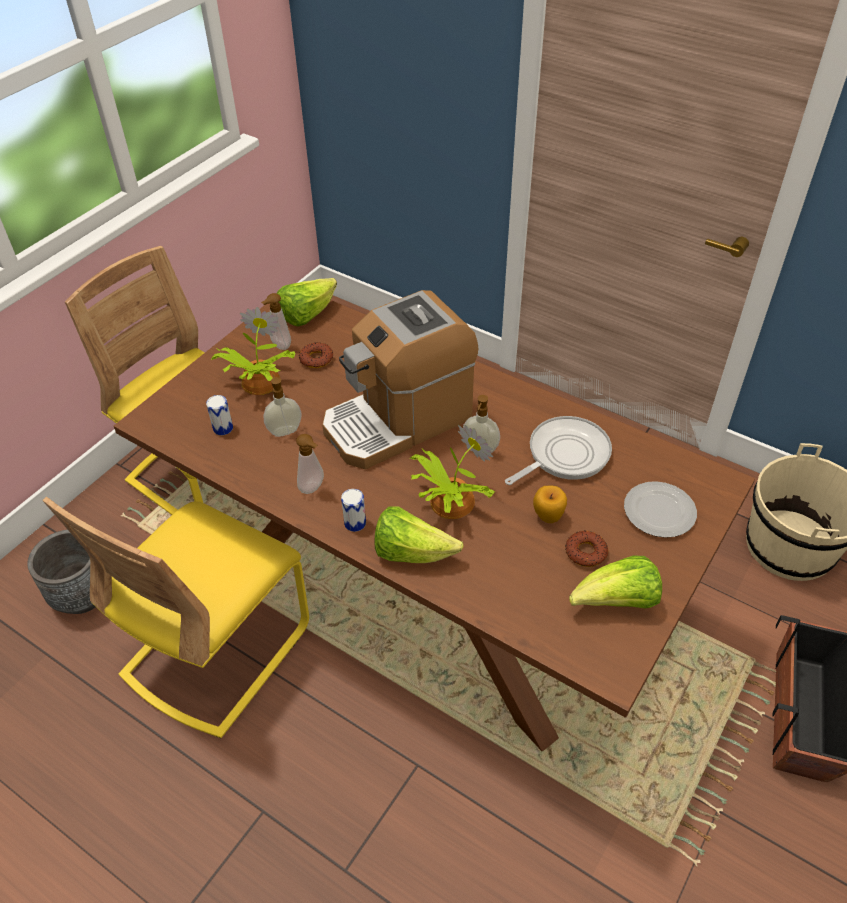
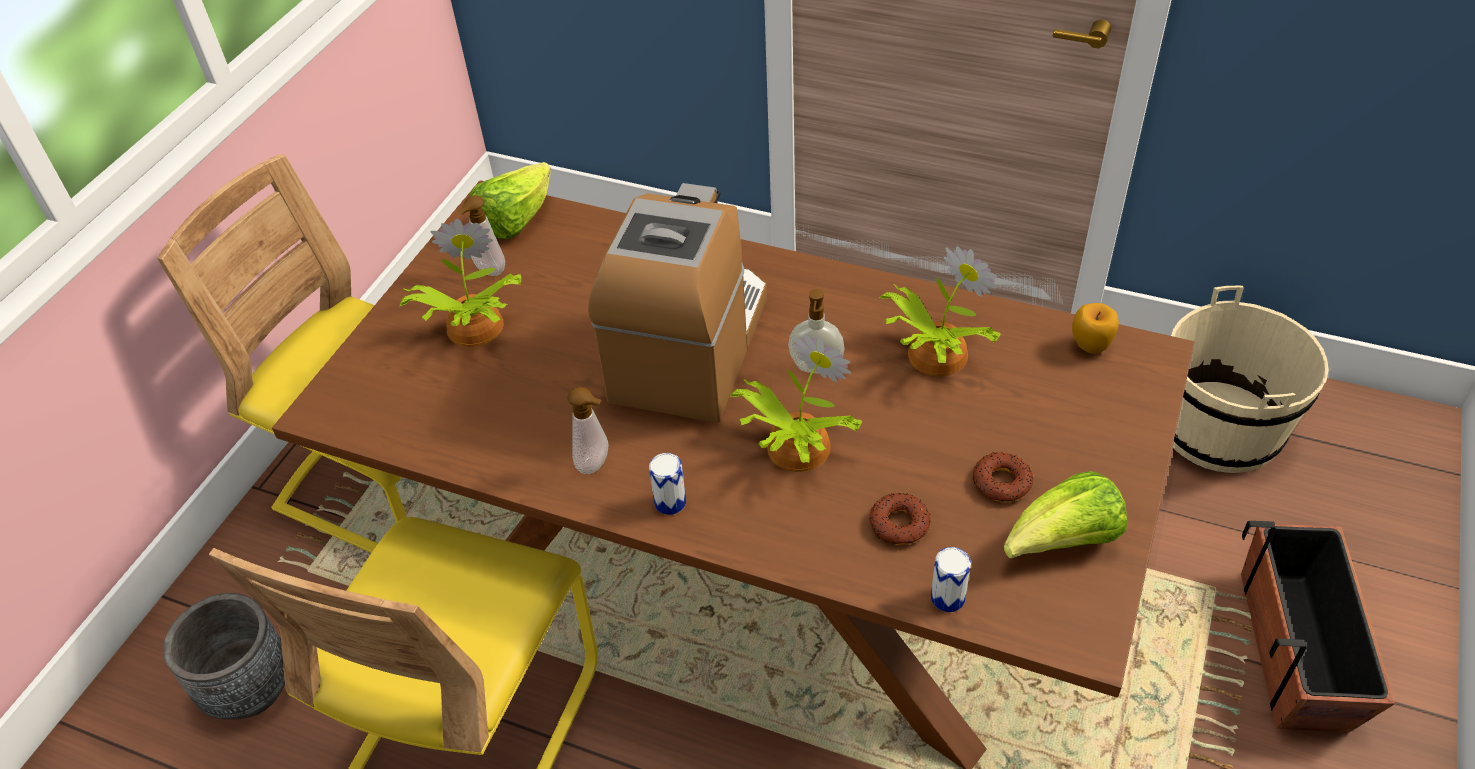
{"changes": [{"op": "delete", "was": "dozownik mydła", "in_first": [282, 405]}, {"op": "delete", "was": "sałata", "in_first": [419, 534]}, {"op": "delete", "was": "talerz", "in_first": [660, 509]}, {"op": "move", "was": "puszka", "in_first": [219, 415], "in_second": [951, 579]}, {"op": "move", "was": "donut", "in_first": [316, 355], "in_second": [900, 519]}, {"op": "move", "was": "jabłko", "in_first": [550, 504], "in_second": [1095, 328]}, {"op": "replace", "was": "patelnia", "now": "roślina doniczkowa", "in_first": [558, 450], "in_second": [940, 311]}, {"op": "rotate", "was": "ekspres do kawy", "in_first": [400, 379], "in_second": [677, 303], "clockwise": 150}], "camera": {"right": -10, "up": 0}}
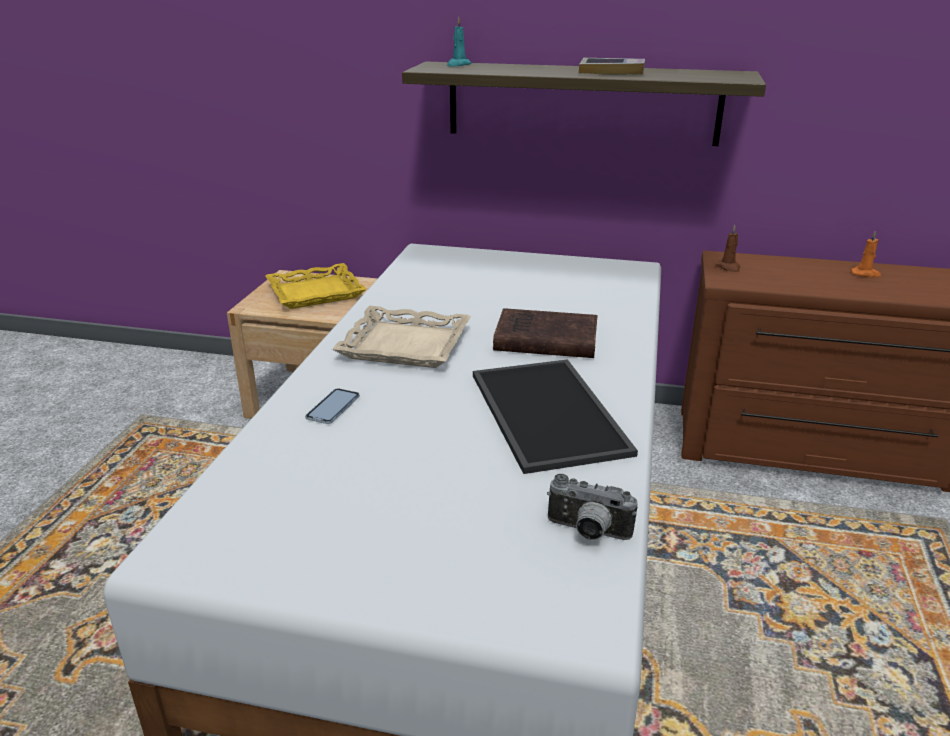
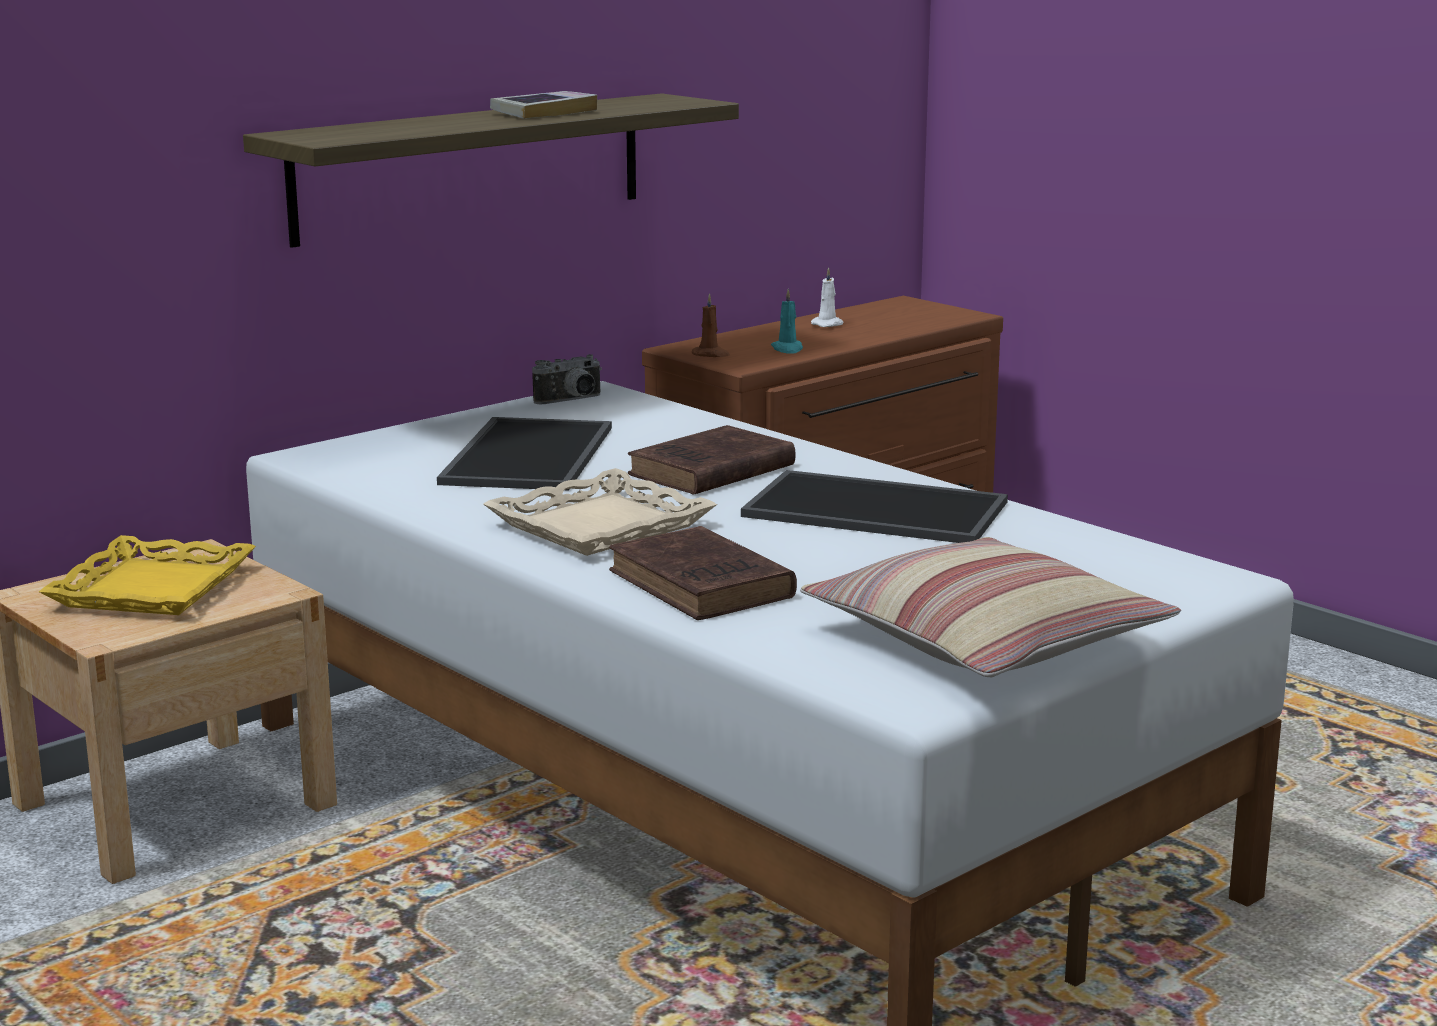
{"changes": [{"op": "insert", "now": "taca", "in_second": [524, 453]}, {"op": "insert", "now": "poduszka", "in_second": [990, 607]}, {"op": "move", "was": "świeca [turkusowy]", "in_first": [459, 42], "in_second": [787, 321]}, {"op": "move", "was": "aparat fotograficzny", "in_first": [592, 507], "in_second": [567, 379]}, {"op": "replace", "was": "telefon", "now": "książka [brązowy]", "in_first": [332, 406], "in_second": [703, 573]}, {"op": "recolor", "was": "świeca [pomarańczowy]", "now": "świeca [biały]", "in_first": [866, 253], "in_second": [827, 297]}], "camera": {"right": -55, "up": -10}}
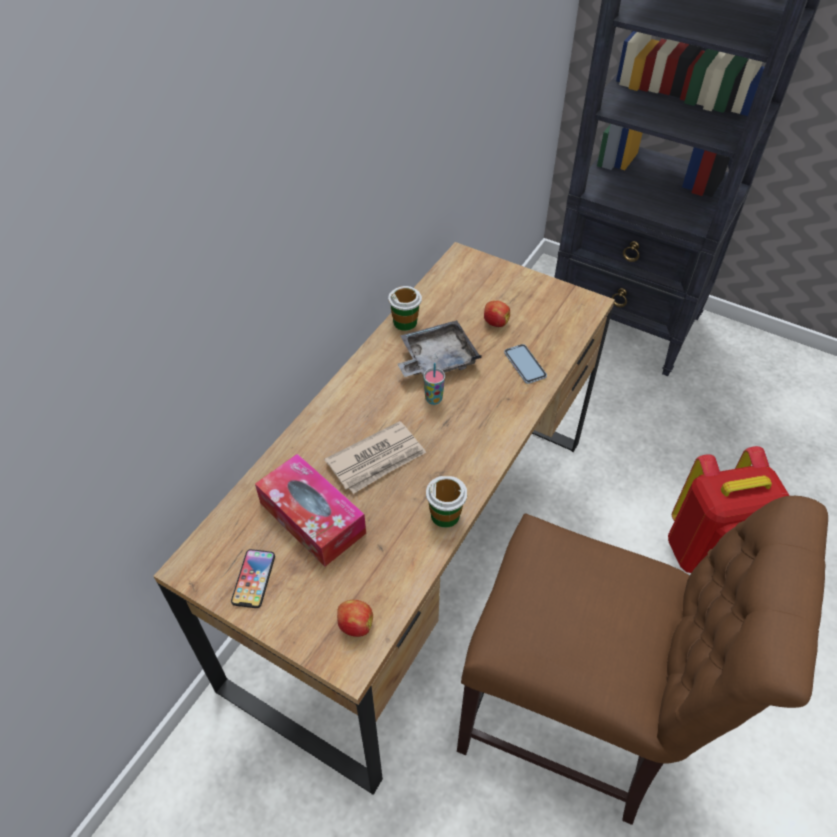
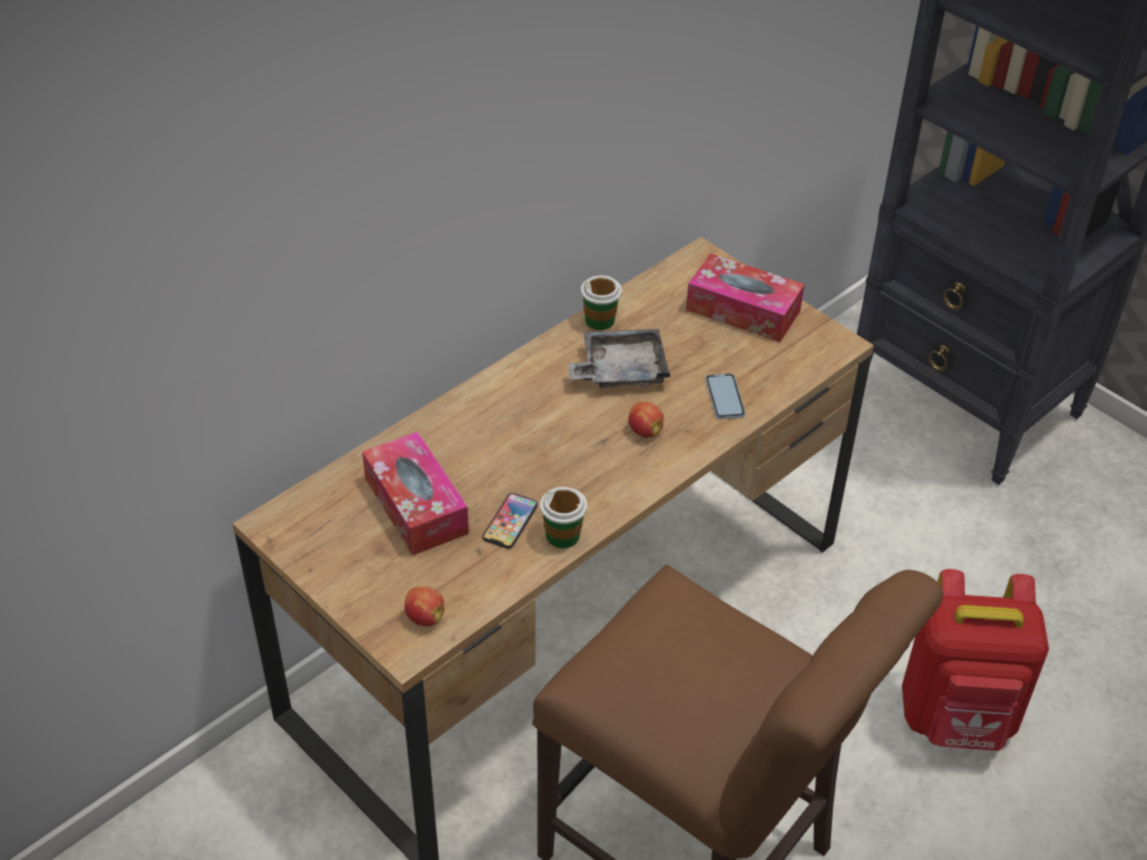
{"changes": [{"op": "delete", "was": "gazeta", "in_first": [375, 457]}, {"op": "delete", "was": "filiżanka", "in_first": [434, 384]}, {"op": "insert", "now": "pudełko chusteczek", "in_second": [745, 297]}, {"op": "move", "was": "telefon", "in_first": [253, 578], "in_second": [510, 521]}, {"op": "move", "was": "jabłko", "in_first": [497, 313], "in_second": [646, 419]}], "camera": {"right": 15, "up": -5}}
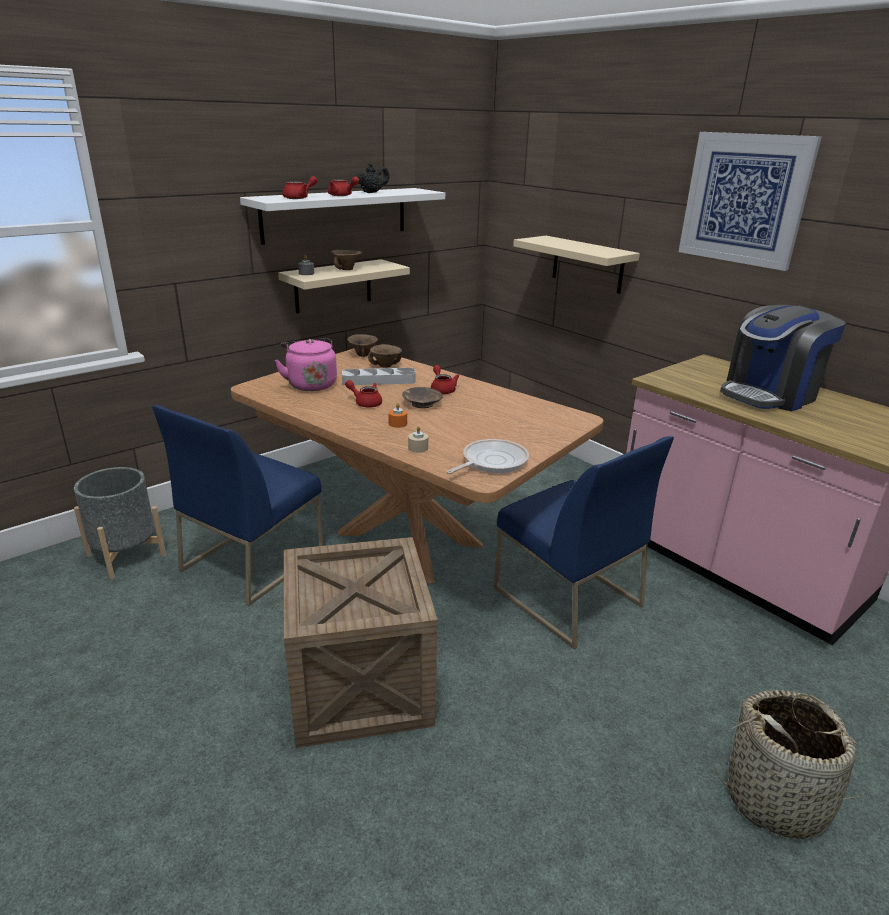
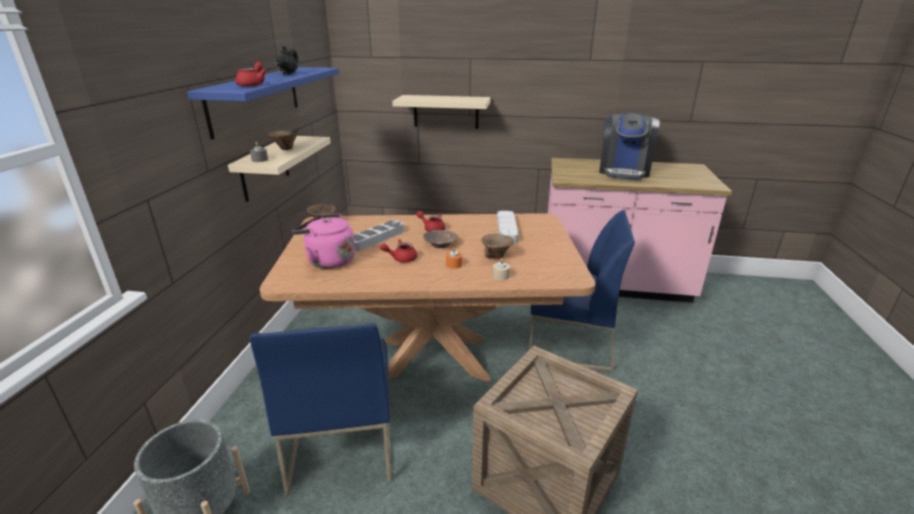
{"changes": [{"op": "delete", "was": "imbryk [czerwony]", "in_first": [343, 186]}, {"op": "delete", "was": "patelnia", "in_first": [487, 456]}, {"op": "delete", "was": "obraz", "in_first": [750, 201]}, {"op": "delete", "was": "koszyk", "in_first": [794, 764]}, {"op": "insert", "now": "taca [szary]", "in_second": [508, 227]}, {"op": "move", "was": "miska [brązowy]", "in_first": [385, 356], "in_second": [498, 246]}, {"op": "recolor", "was": "półka [biały]", "now": "półka [niebieski]", "in_first": [342, 216], "in_second": [263, 103]}], "camera": {"right": -40, "up": 0}}
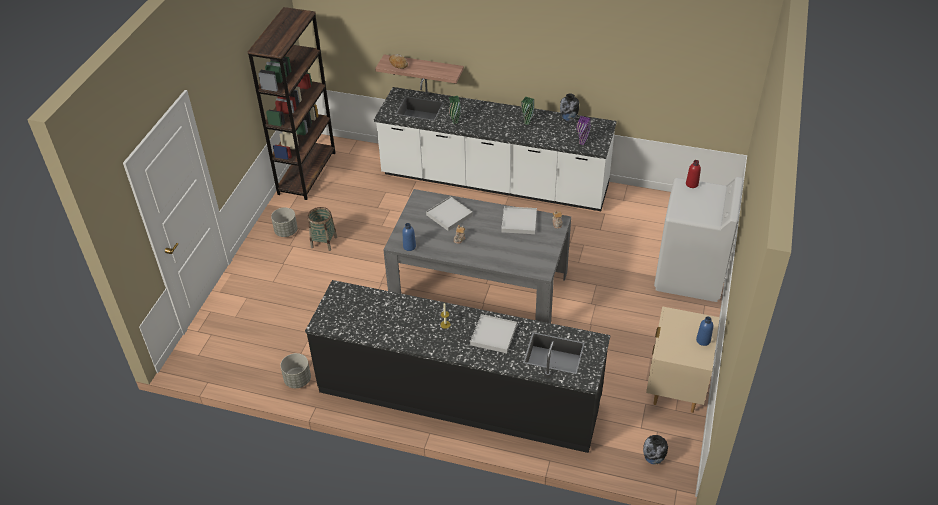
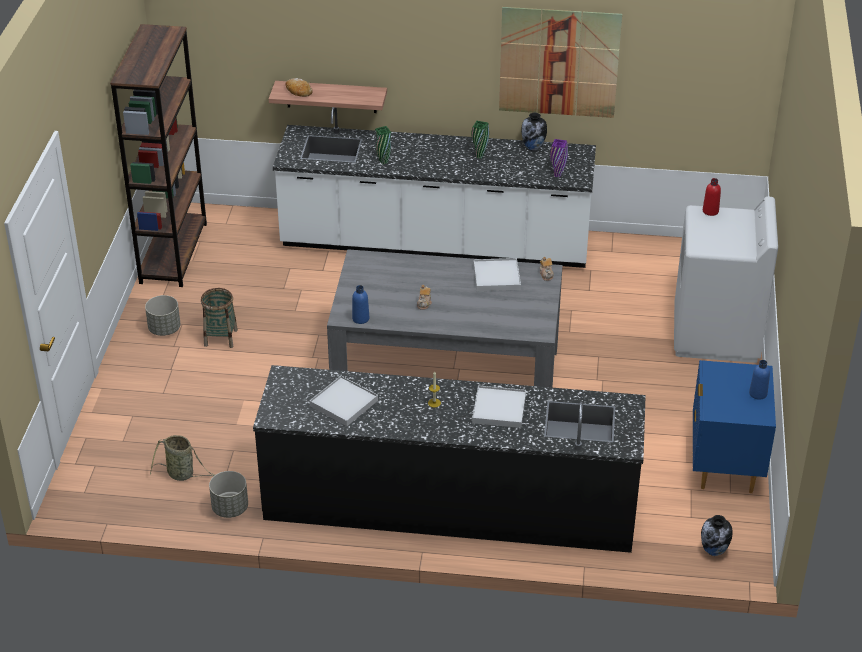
{"changes": [{"op": "insert", "now": "koszyk", "in_second": [182, 458]}, {"op": "insert", "now": "obraz", "in_second": [560, 62]}, {"op": "move", "was": "taca [biały]", "in_first": [449, 213], "in_second": [344, 401]}, {"op": "recolor", "was": "szafka nocna [beżowy]", "now": "szafka nocna [niebieski]", "in_first": [683, 359], "in_second": [734, 426]}], "camera": {"right": -10, "up": -5}}
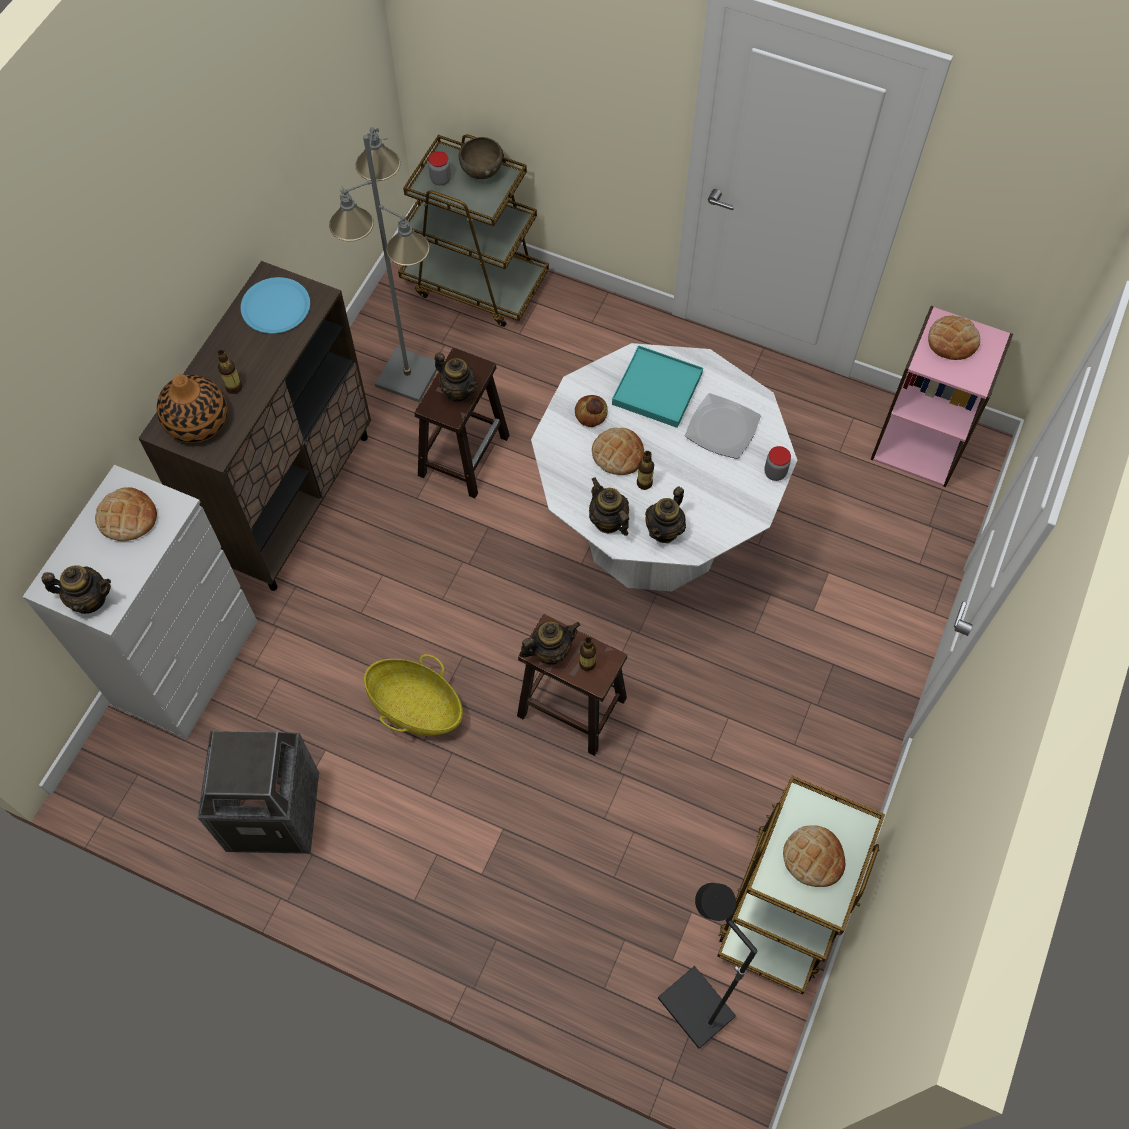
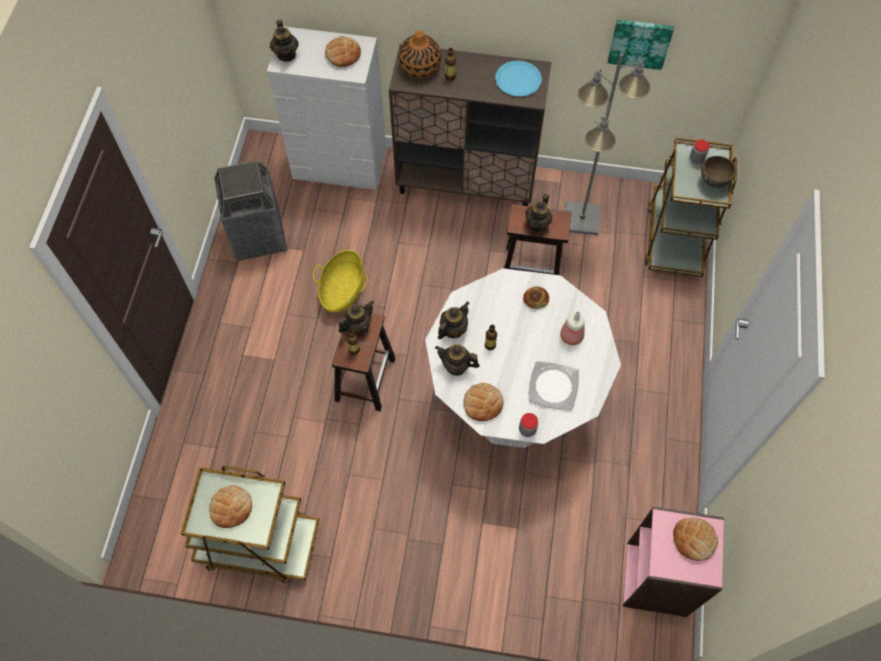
{"changes": [{"op": "delete", "was": "lampa stojąca [czarny]", "in_first": [708, 966]}, {"op": "insert", "now": "obraz", "in_second": [641, 44]}, {"op": "move", "was": "chleb", "in_first": [618, 451], "in_second": [484, 402]}, {"op": "replace", "was": "taca [turkusowy]", "now": "butelka", "in_first": [657, 386], "in_second": [572, 328]}, {"op": "rotate", "was": "imbryk", "in_first": [549, 643], "in_second": [356, 317], "clockwise": -90}], "camera": {"right": 75, "up": 0}}
